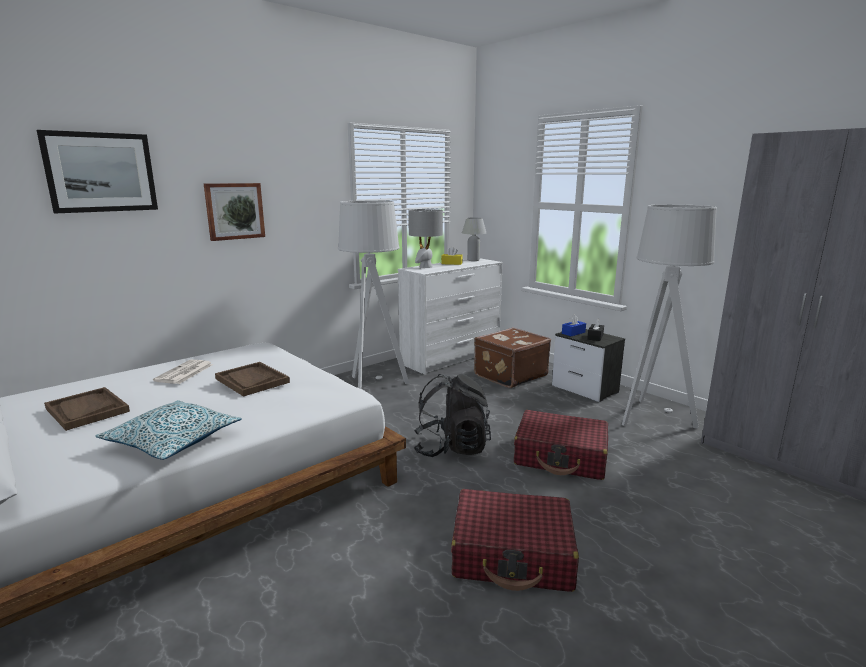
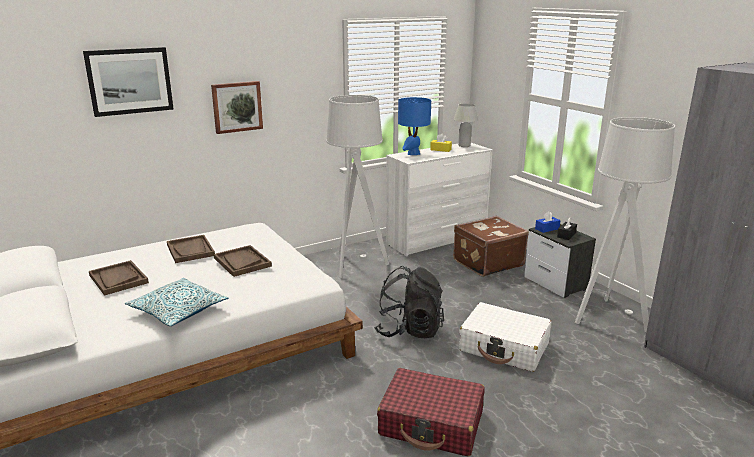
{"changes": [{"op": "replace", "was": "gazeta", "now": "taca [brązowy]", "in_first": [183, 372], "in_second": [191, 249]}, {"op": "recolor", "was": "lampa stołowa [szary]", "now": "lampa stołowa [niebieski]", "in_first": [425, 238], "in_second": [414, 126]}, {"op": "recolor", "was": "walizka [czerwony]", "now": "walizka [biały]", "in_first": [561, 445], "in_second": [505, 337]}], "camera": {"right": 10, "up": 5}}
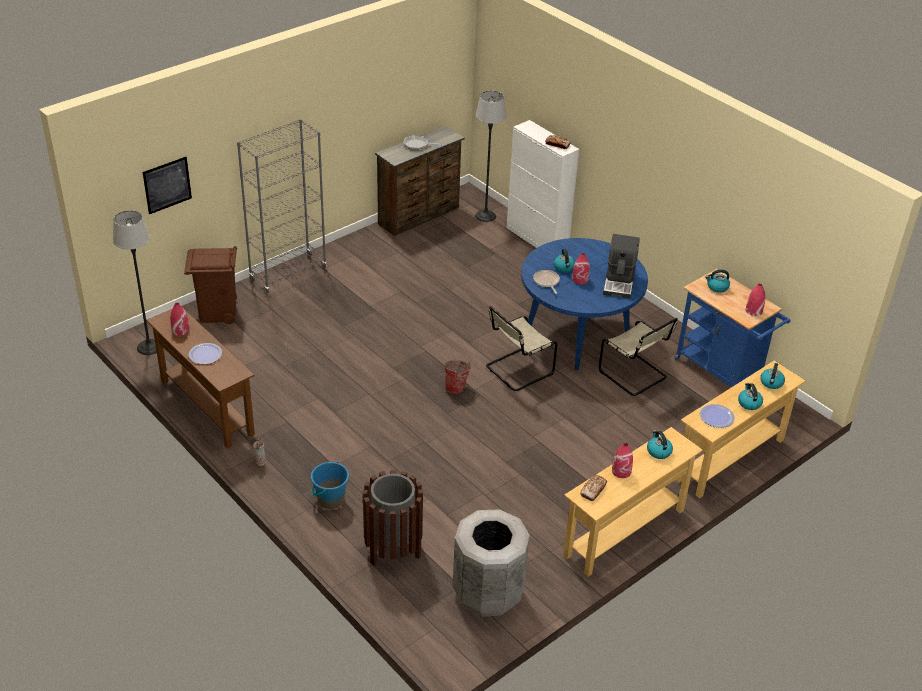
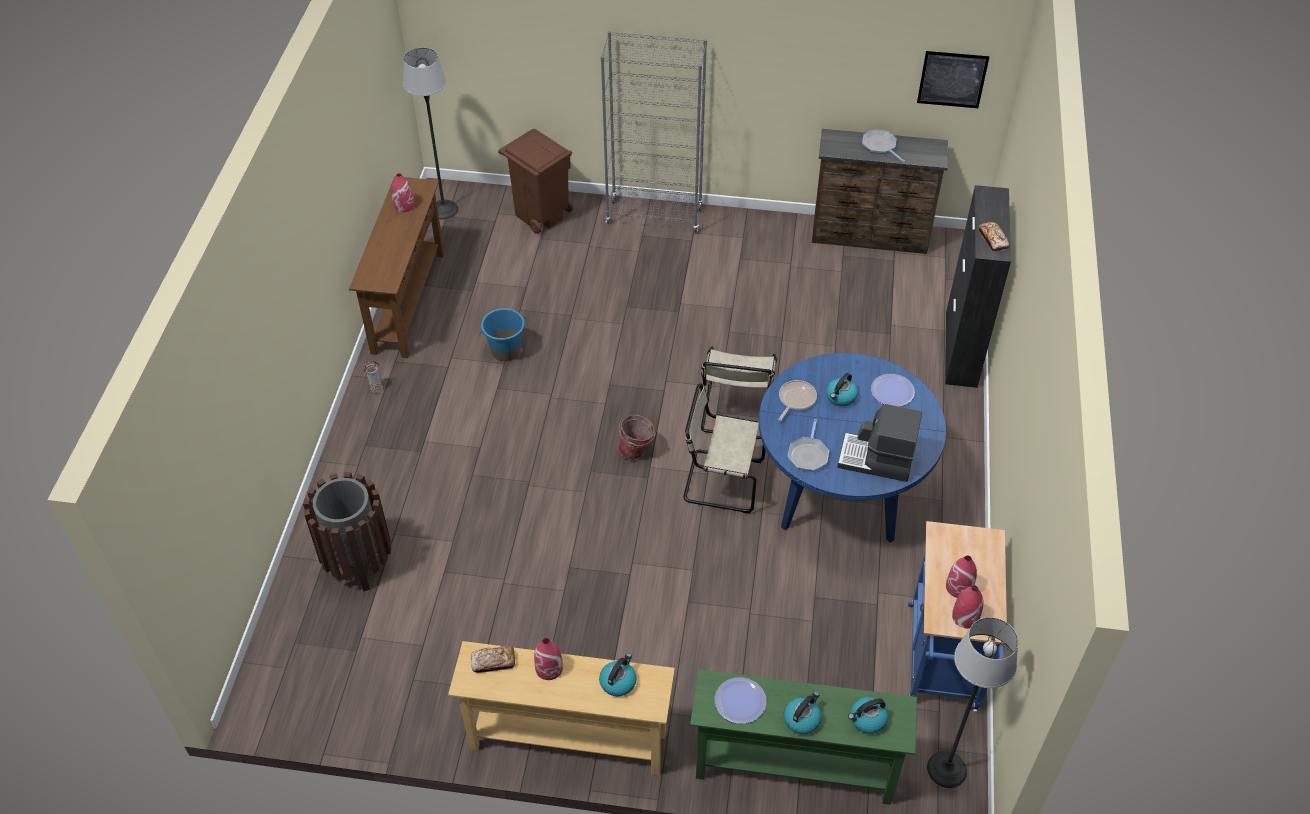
{"changes": [{"op": "delete", "was": "kosz na śmieci [szary]", "in_first": [491, 563]}, {"op": "delete", "was": "czajnik", "in_first": [717, 281]}, {"op": "insert", "now": "patelnia", "in_second": [808, 445]}, {"op": "move", "was": "obraz", "in_first": [167, 185], "in_second": [953, 79]}, {"op": "move", "was": "talerz", "in_first": [205, 353], "in_second": [893, 390]}, {"op": "move", "was": "wiadro [niebieski]", "in_first": [330, 485], "in_second": [502, 334]}, {"op": "move", "was": "lampa stojąca", "in_first": [490, 156], "in_second": [972, 702]}, {"op": "move", "was": "wazon [czerwony]", "in_first": [581, 268], "in_second": [961, 577]}, {"op": "move", "was": "krzesło [beżowy]", "in_first": [638, 357], "in_second": [739, 393]}, {"op": "recolor", "was": "szafka [biały]", "now": "szafka [czarny]", "in_first": [543, 184], "in_second": [978, 286]}, {"op": "recolor", "was": "stolik konsolowy [beżowy]", "now": "stolik konsolowy [zielony]", "in_first": [741, 429], "in_second": [803, 737]}, {"op": "rotate", "was": "ekspres do kawy", "in_first": [621, 266], "in_second": [879, 443], "clockwise": 45}], "camera": {"right": 50, "up": 10}}
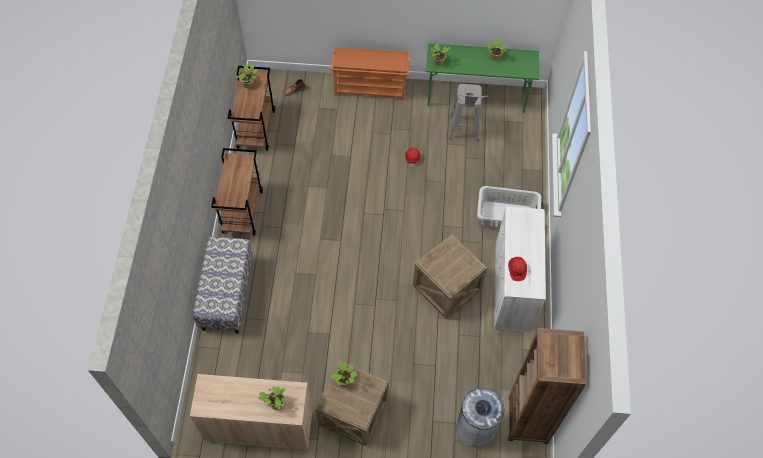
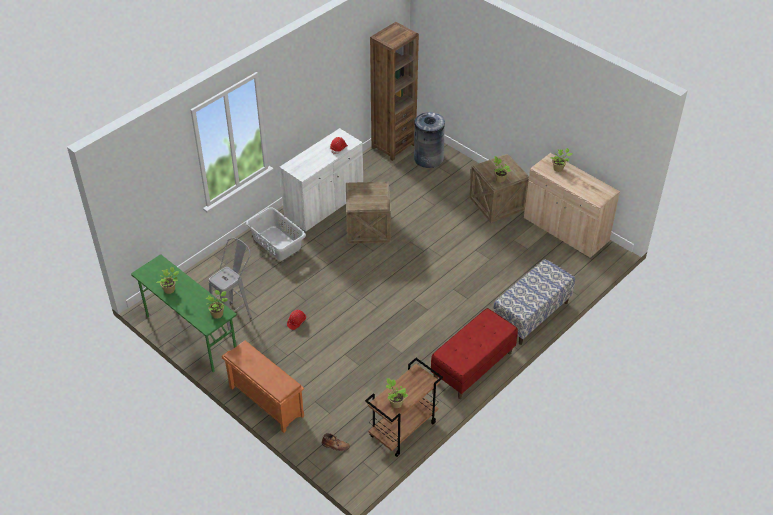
{"changes": [{"op": "replace", "was": "wózek [brązowy]", "now": "ławka [czerwony]", "in_first": [237, 192], "in_second": [474, 353]}], "camera": {"right": -140, "up": -15}}
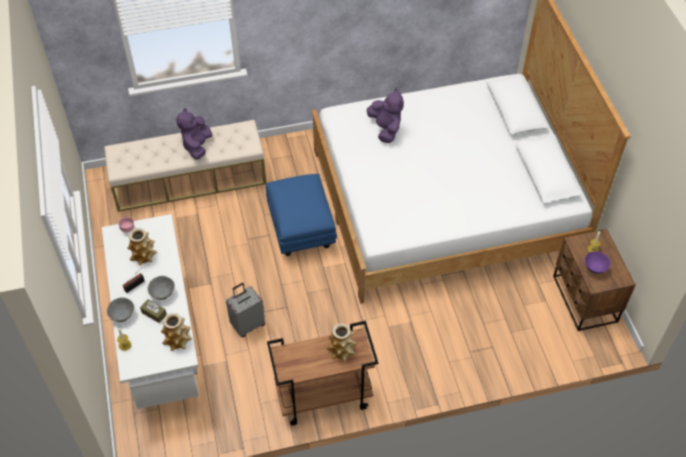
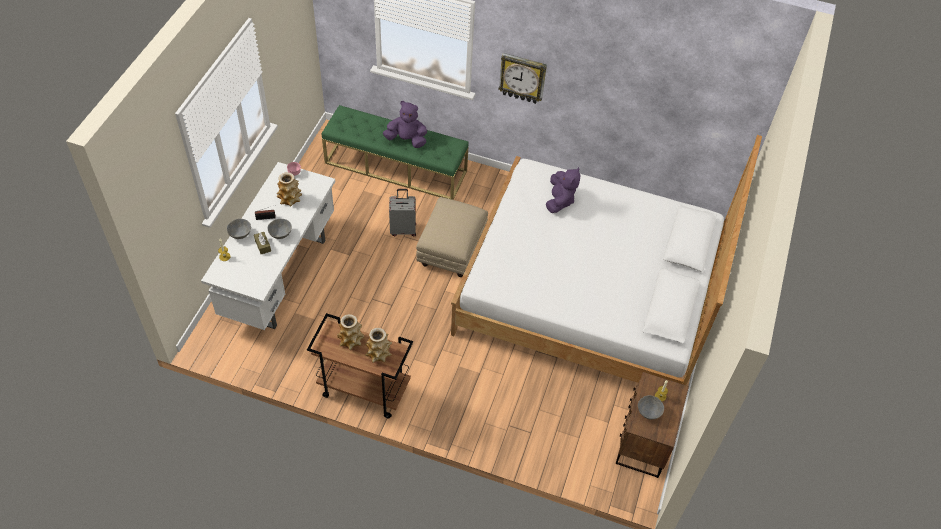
{"changes": [{"op": "insert", "now": "zegar ścienny", "in_second": [522, 78]}, {"op": "move", "was": "wazon", "in_first": [176, 332], "in_second": [350, 332]}, {"op": "move", "was": "walizka [szary]", "in_first": [245, 310], "in_second": [402, 212]}, {"op": "recolor", "was": "ławka [beżowy]", "now": "ławka [zielony]", "in_first": [185, 166], "in_second": [395, 152]}, {"op": "recolor", "was": "pufa [niebieski]", "now": "pufa [beżowy]", "in_first": [301, 215], "in_second": [452, 237]}, {"op": "recolor", "was": "miska [fioletowy]", "now": "miska [szary]", "in_first": [598, 262], "in_second": [651, 407]}, {"op": "rotate", "was": "pluszak [fioletowy]", "in_first": [194, 134], "in_second": [405, 124], "clockwise": 60}], "camera": {"right": 30, "up": 0}}
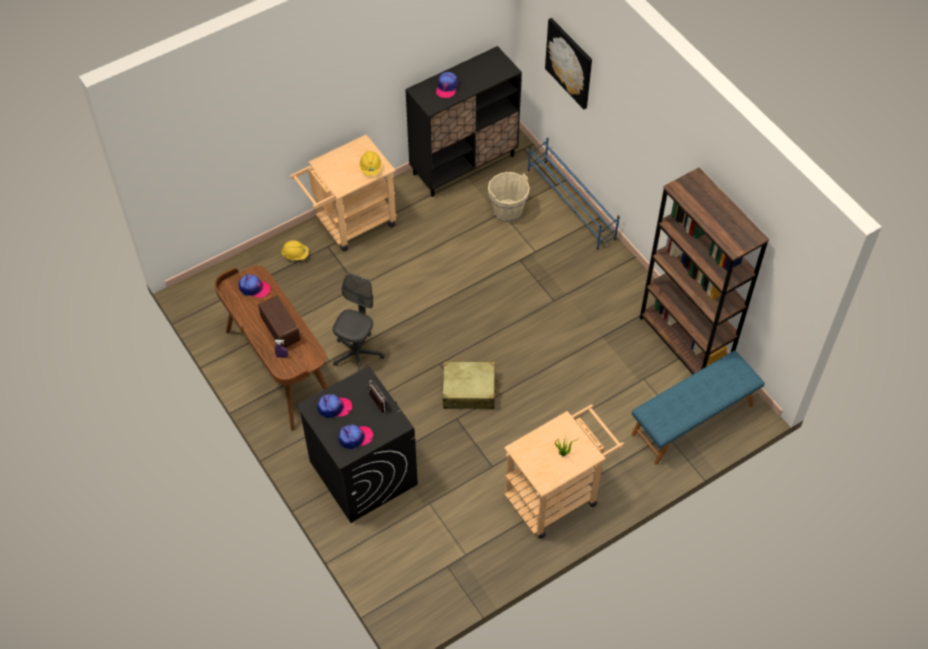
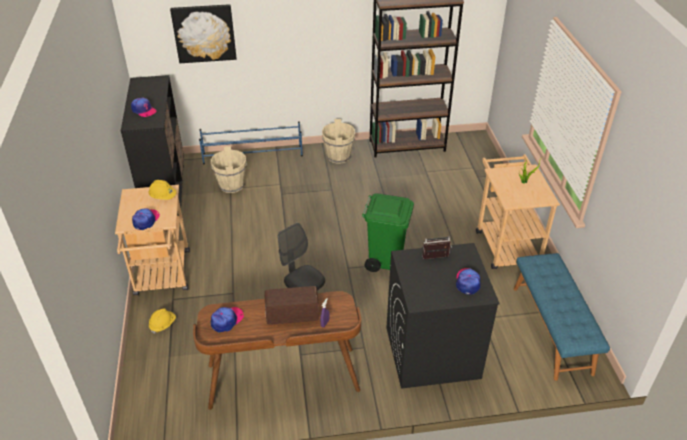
{"changes": [{"op": "insert", "now": "wiadro [beżowy]", "in_second": [338, 141]}, {"op": "move", "was": "czapka z daszkiem", "in_first": [334, 406], "in_second": [146, 219]}, {"op": "move", "was": "ławka [niebieski]", "in_first": [698, 408], "in_second": [561, 317]}, {"op": "replace", "was": "walizka [beżowy]", "now": "kosz na śmieci [zielony]", "in_first": [470, 385], "in_second": [388, 232]}], "camera": {"right": -65, "up": -15}}
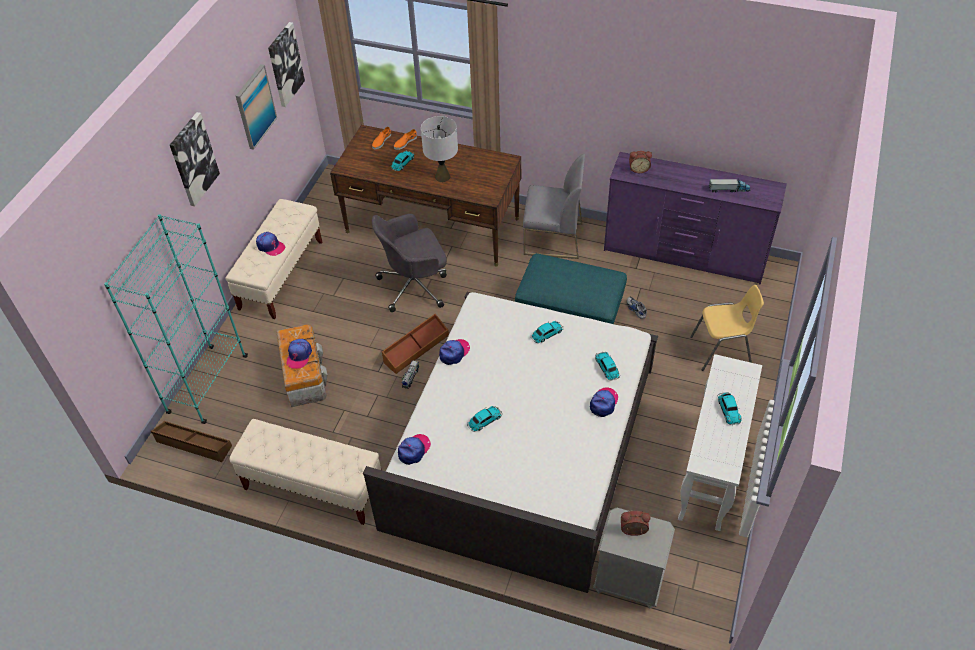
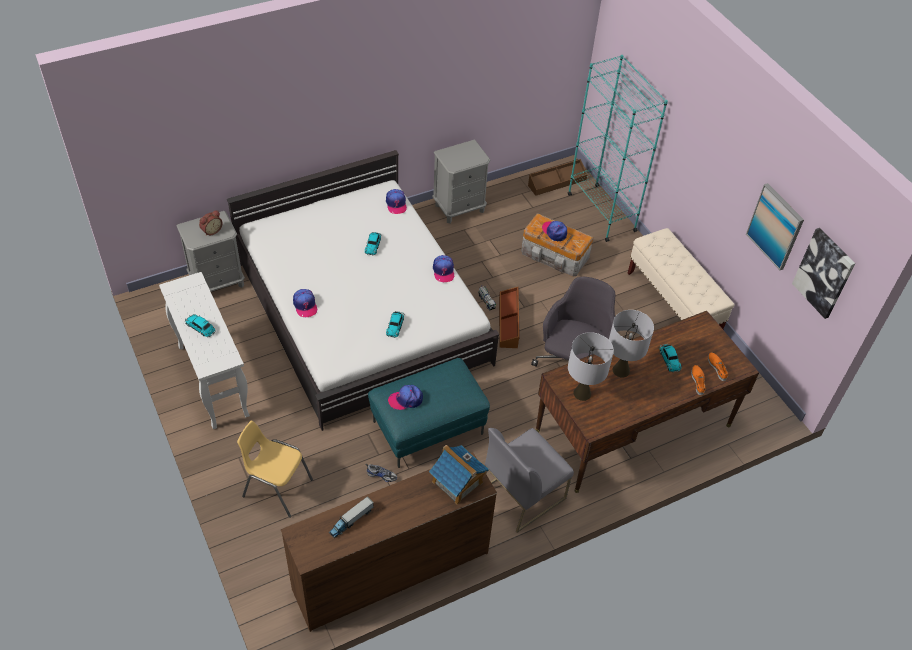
{"changes": [{"op": "delete", "was": "obraz", "in_first": [195, 159]}, {"op": "delete", "was": "samochodzik", "in_first": [607, 366]}, {"op": "insert", "now": "lampa stołowa [szary]", "in_second": [591, 366]}, {"op": "move", "was": "czapka z daszkiem", "in_first": [270, 244], "in_second": [405, 397]}, {"op": "replace", "was": "ławka [beżowy]", "now": "szafka nocna [szary]", "in_first": [306, 472], "in_second": [461, 181]}, {"op": "replace", "was": "budzik", "now": "domek", "in_first": [640, 162], "in_second": [459, 475]}, {"op": "recolor", "was": "komoda [fioletowy]", "now": "komoda [brązowy]", "in_first": [695, 218], "in_second": [389, 542]}, {"op": "rotate", "was": "krzesło [żółty]", "in_first": [727, 328], "in_second": [275, 469], "clockwise": 75}], "camera": {"right": 130, "up": 0}}
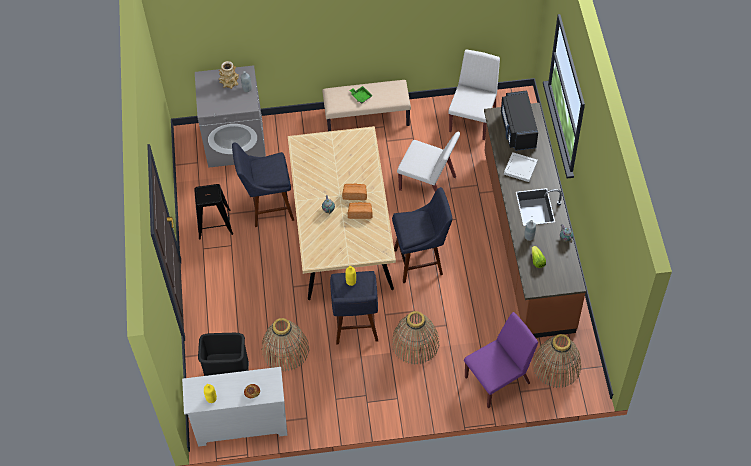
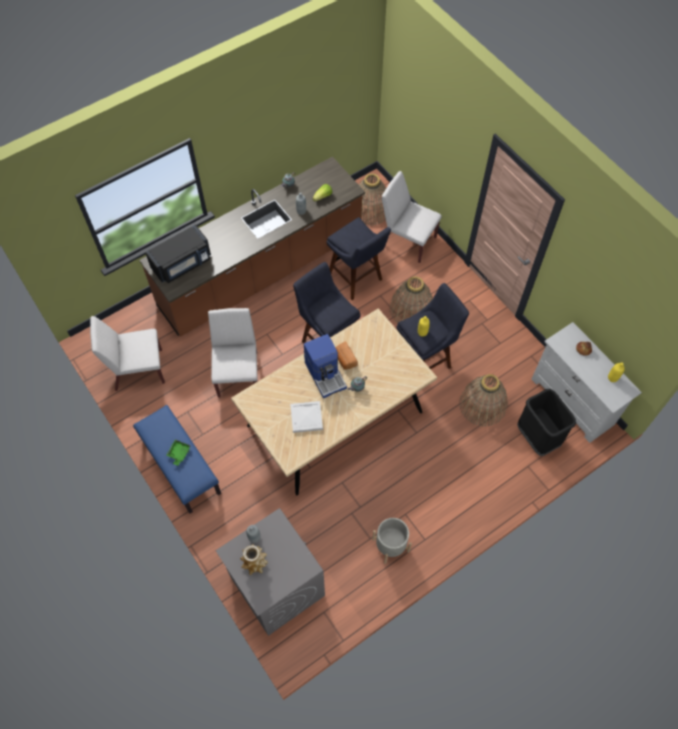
{"changes": [{"op": "move", "was": "stołek [niebieski]", "in_first": [263, 185], "in_second": [358, 258]}, {"op": "move", "was": "taca [biały]", "in_first": [521, 167], "in_second": [306, 417]}, {"op": "replace", "was": "stołek [czarny]", "now": "donica [szary]", "in_first": [213, 212], "in_second": [392, 541]}, {"op": "replace", "was": "chleb", "now": "ekspres do kawy", "in_first": [354, 192], "in_second": [325, 366]}, {"op": "recolor", "was": "ławka [beżowy]", "now": "ławka [niebieski]", "in_first": [366, 106], "in_second": [177, 459]}, {"op": "recolor", "was": "krzesło [fioletowy]", "now": "krzesło [biały]", "in_first": [501, 360], "in_second": [412, 217]}], "camera": {"right": -120, "up": 5}}
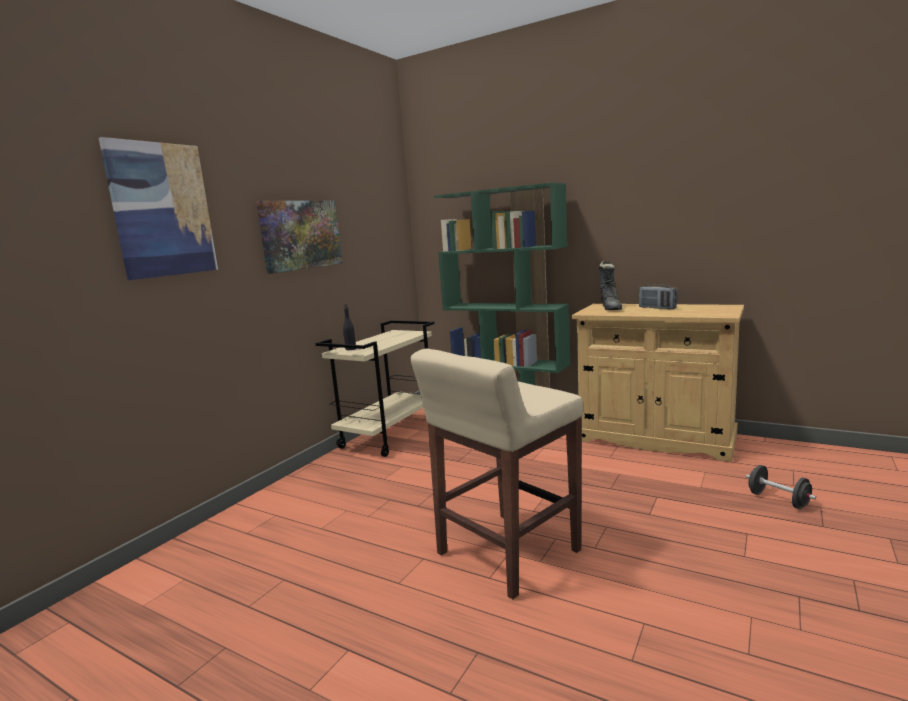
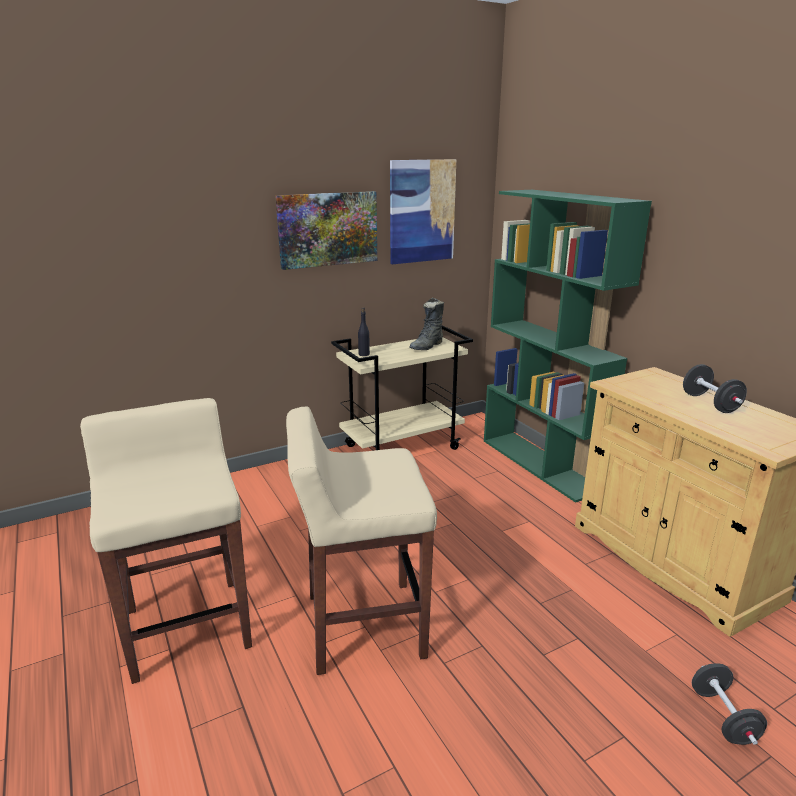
{"changes": [{"op": "insert", "now": "stołek [beżowy]", "in_second": [166, 541]}, {"op": "move", "was": "obraz", "in_first": [158, 208], "in_second": [423, 211]}, {"op": "move", "was": "but z cholewką [czarny]", "in_first": [610, 285], "in_second": [426, 324]}, {"op": "replace", "was": "radio", "now": "hantel [czarny]", "in_first": [658, 296], "in_second": [715, 388]}], "camera": {"right": 30, "up": 10}}
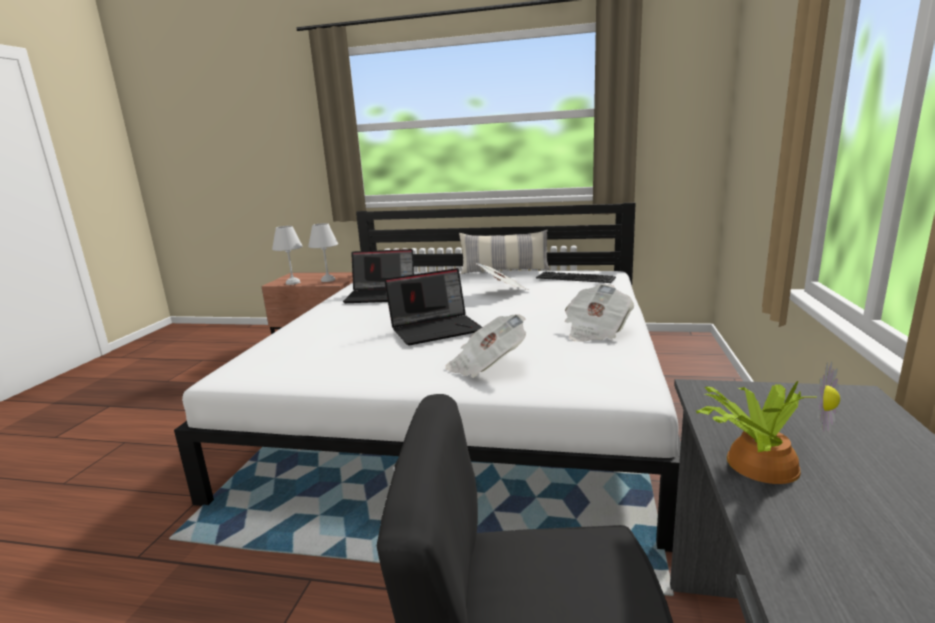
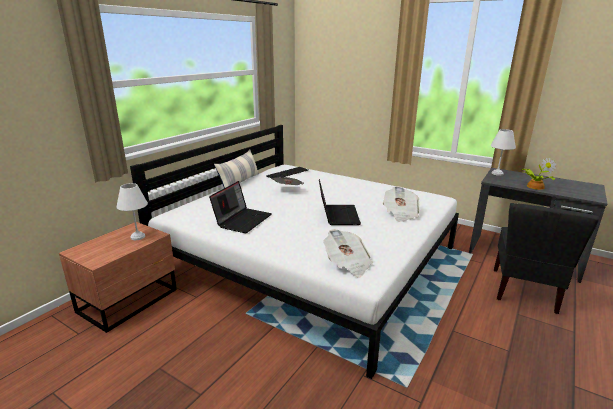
{"changes": [{"op": "move", "was": "lampa stołowa [biały]", "in_first": [287, 255], "in_second": [503, 152]}, {"op": "move", "was": "gazeta", "in_first": [599, 313], "in_second": [348, 253]}], "camera": {"right": -70, "up": 5}}
